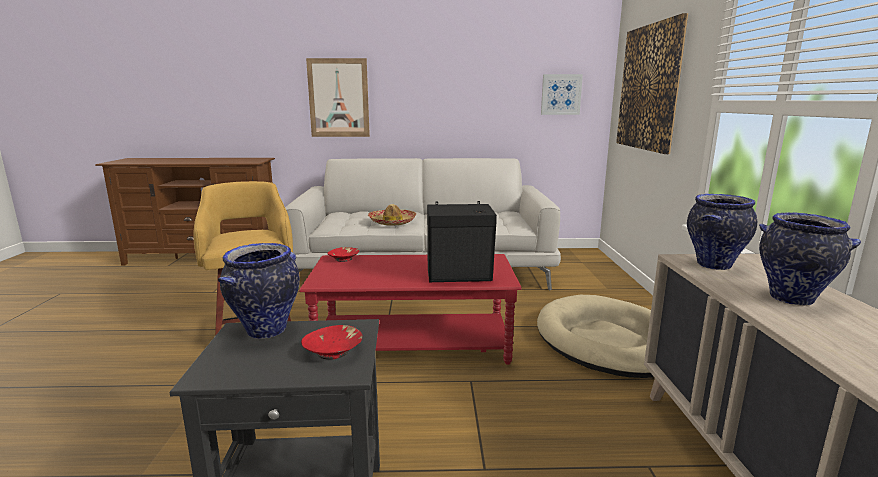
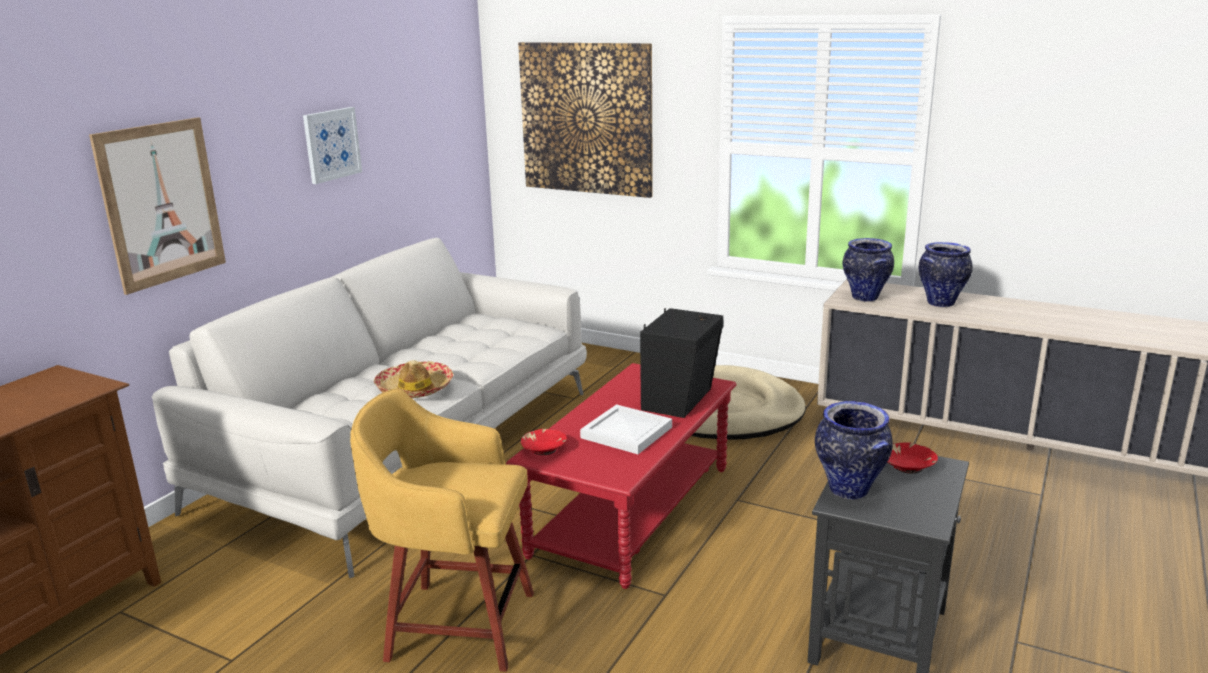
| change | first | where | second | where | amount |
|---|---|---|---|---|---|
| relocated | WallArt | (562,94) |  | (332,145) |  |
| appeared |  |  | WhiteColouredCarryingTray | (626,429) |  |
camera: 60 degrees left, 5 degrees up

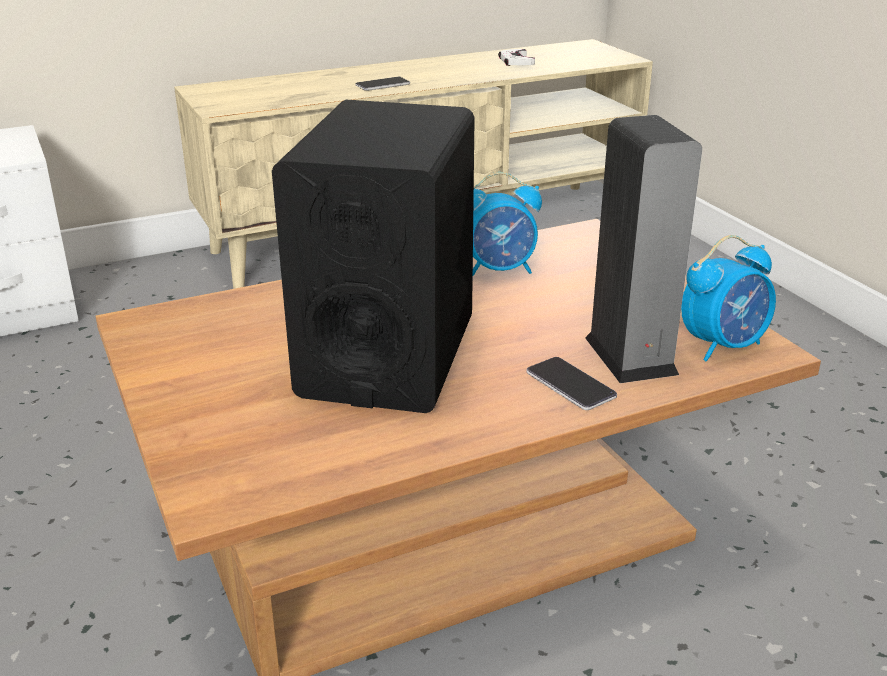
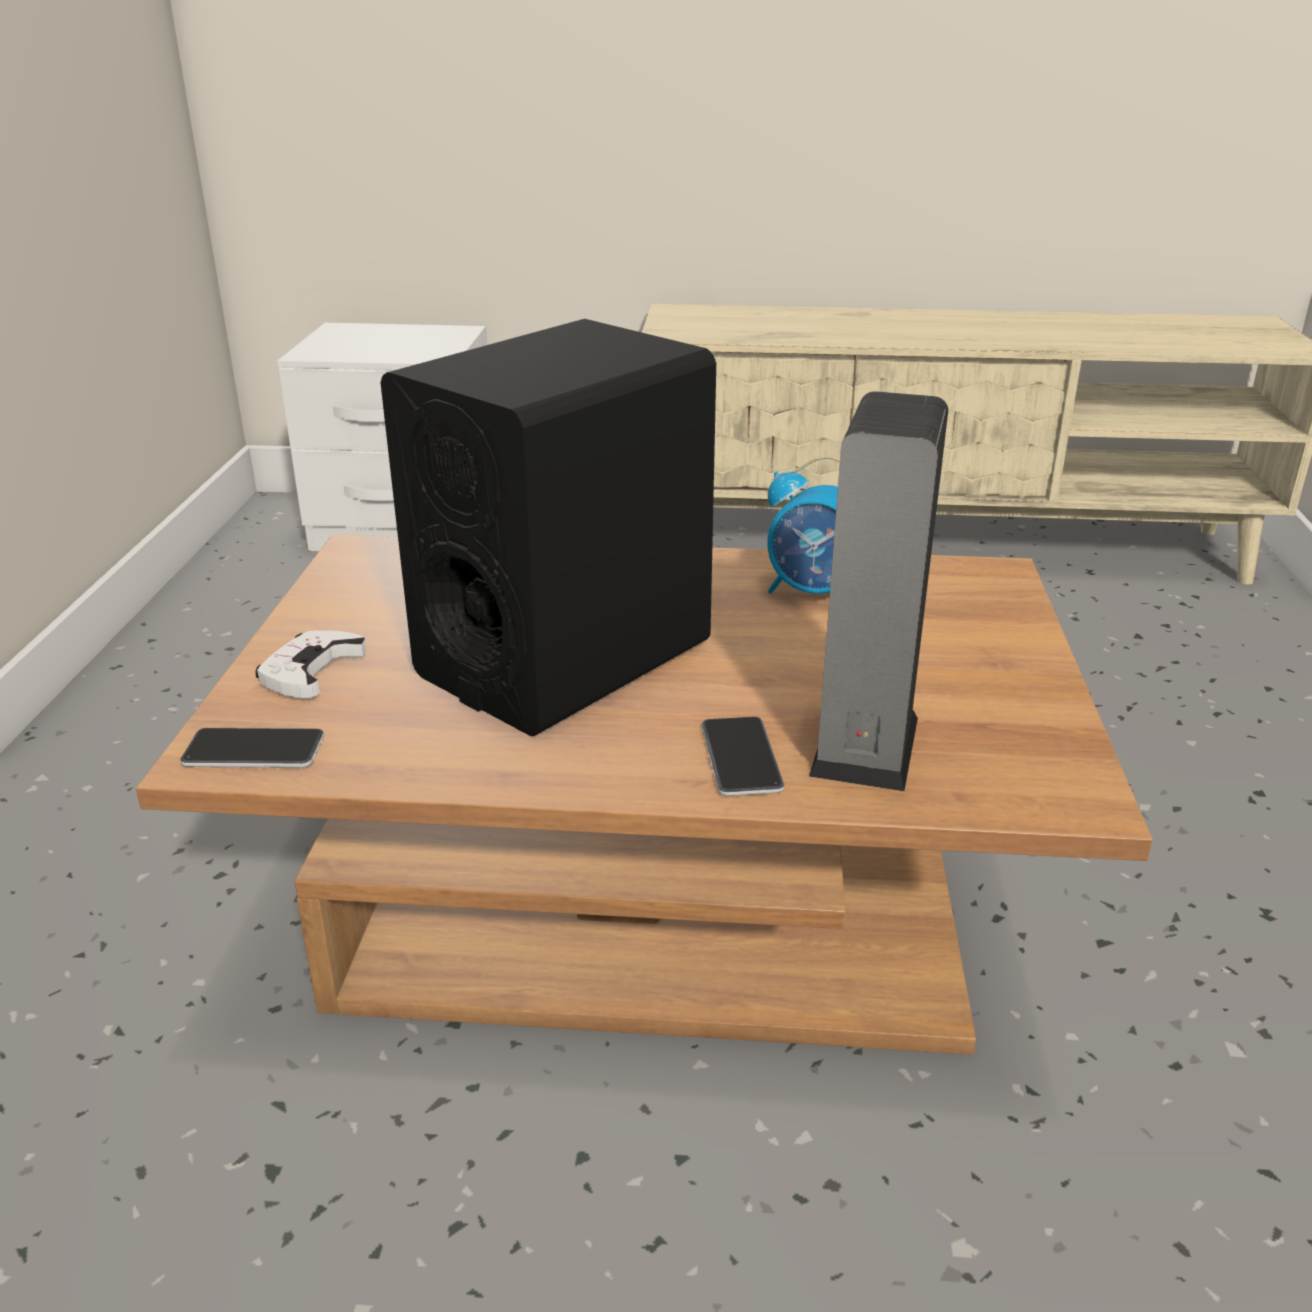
| change | first | where | second | where | amount |
|---|---|---|---|---|---|
| relocated | Phone | (383,84) |  | (252,748) |  |
| relocated | WhiteColouredGamepad | (516,57) |  | (311,664) |  |
| missing | AlarmClock | (728,298) |  |  |  |
camera: 30 degrees right, 0 degrees up

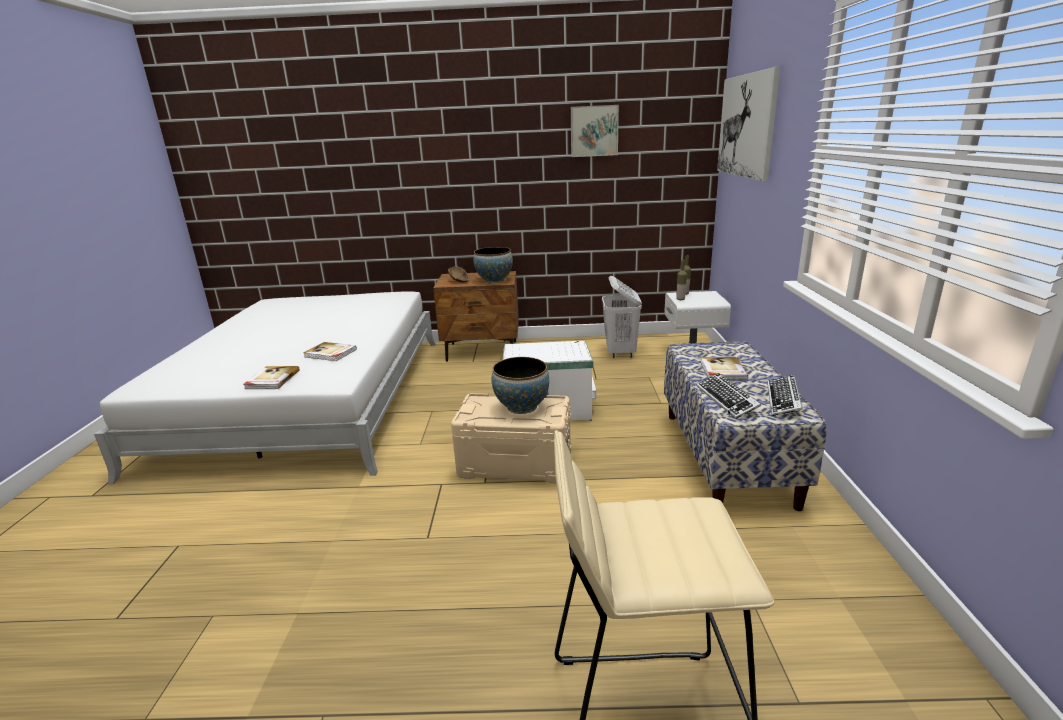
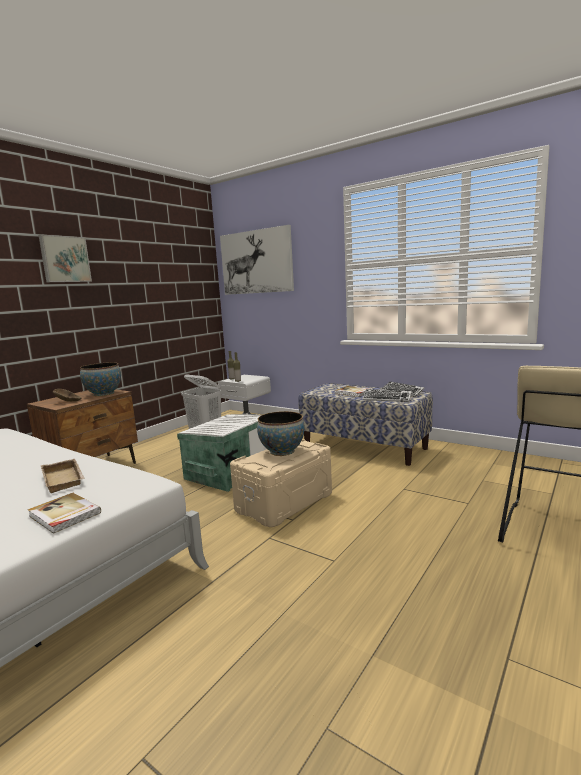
| change | first | where | second | where | amount |
|---|---|---|---|---|---|
| relocated | WallArt | (595,131) |  | (65,258) |  |
| exchanged | Volume | (330,351) | SandColouredCarryingTray | (63,476) |  |
camera: 55 degrees left, 10 degrees down

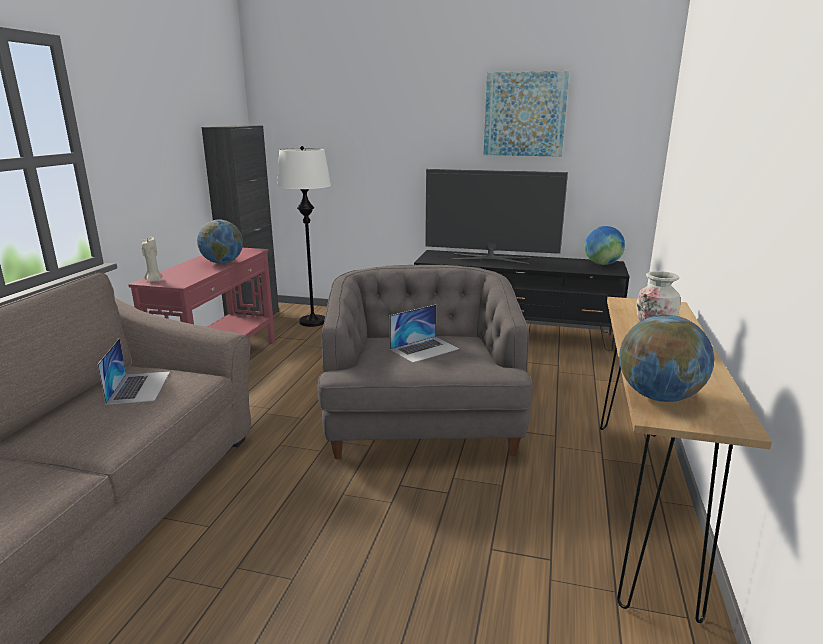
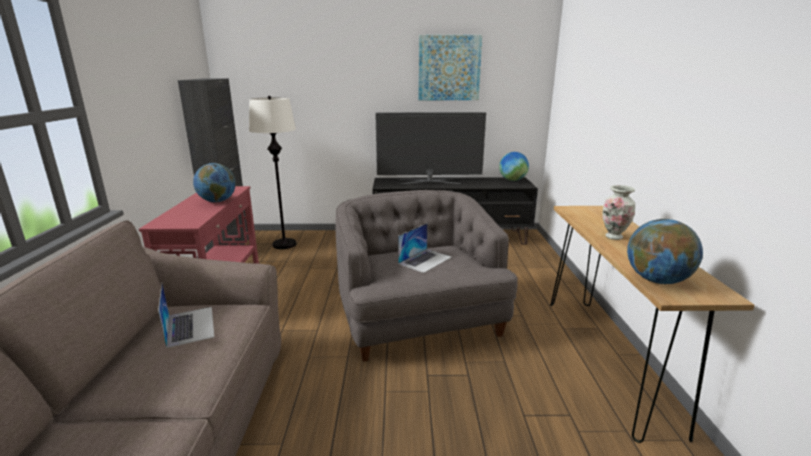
| change | first | where | second | where | amount |
|---|---|---|---|---|---|
| missing | SandColouredWaxLight | (152,259) |  |  |  |
camera: 15 degrees left, 0 degrees up

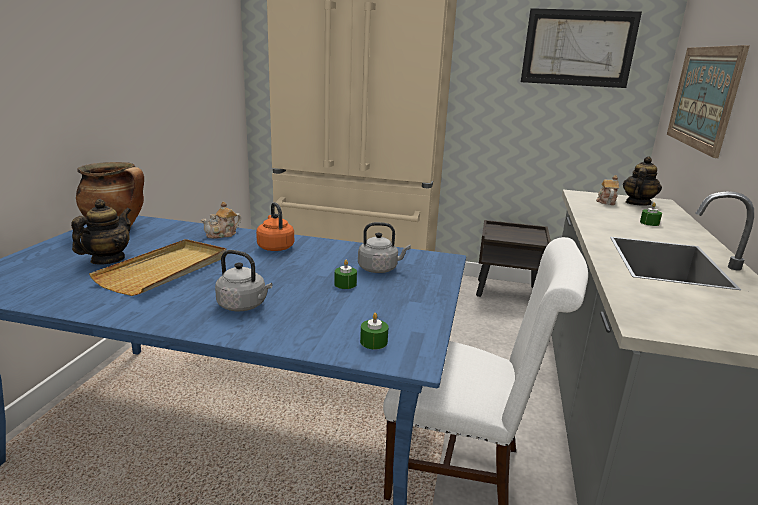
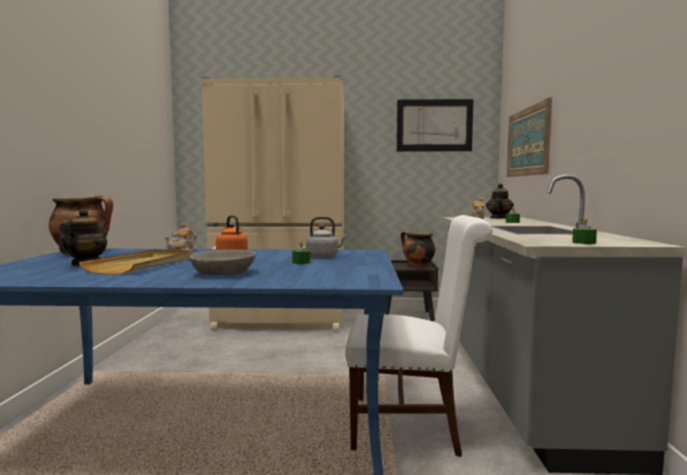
| change | first | where | second | where | amount |
|---|---|---|---|---|---|
| exchanged | GreyishWaterKettle | (243,280) | GreyishDeepDish | (222,262) |  |
| appeared |  |  | Stockpot | (418,249) |  |
| relocated | GreenColouredWaxLight | (374,331) |  | (584,231) |  |
camera: 10 degrees left, 15 degrees down

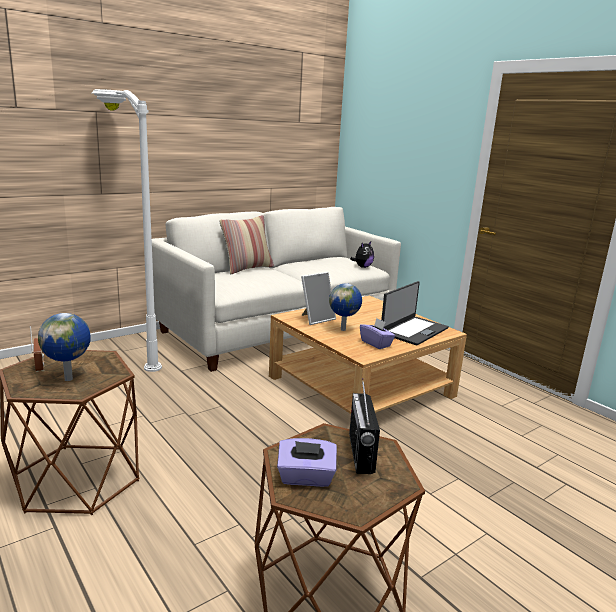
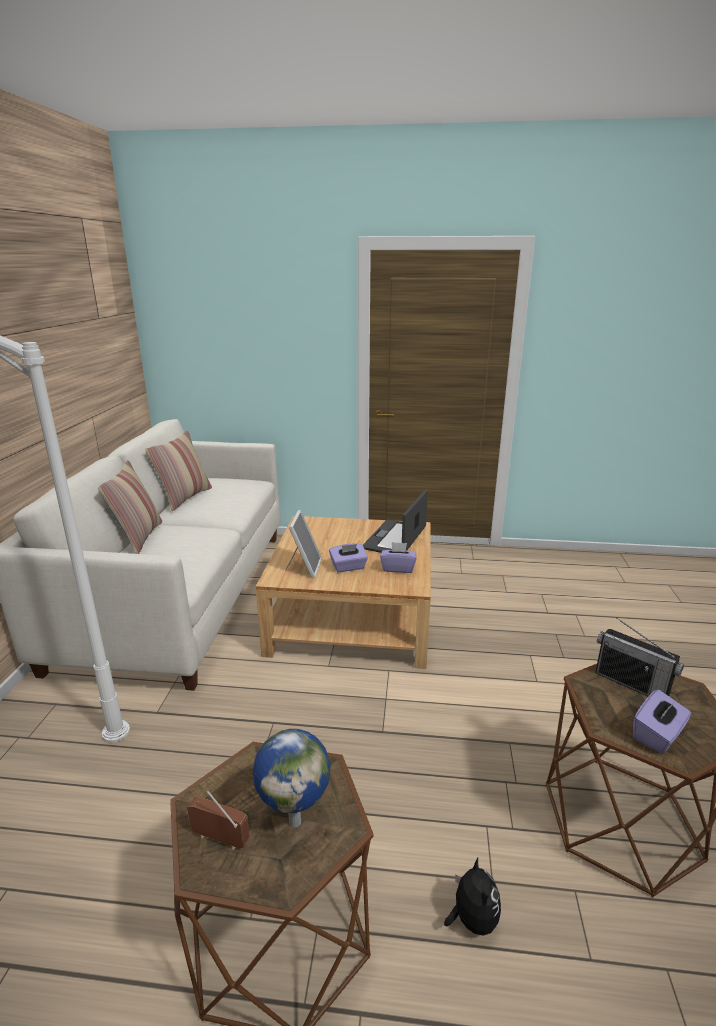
| change | first | where | second | where | amount |
|---|---|---|---|---|---|
| appeared |  |  | Cushion | (178,471) |  |
| exchanged | WorldGlobe | (345,307) | PurpleTissueBox | (348,558) |  |
| spun | PortableComputer | (415,313) |  | (395,521) | 150 degrees counterclockwise |
| relocated | PlushToy | (362,255) |  | (472,897) |  |
camera: 45 degrees left, 5 degrees up

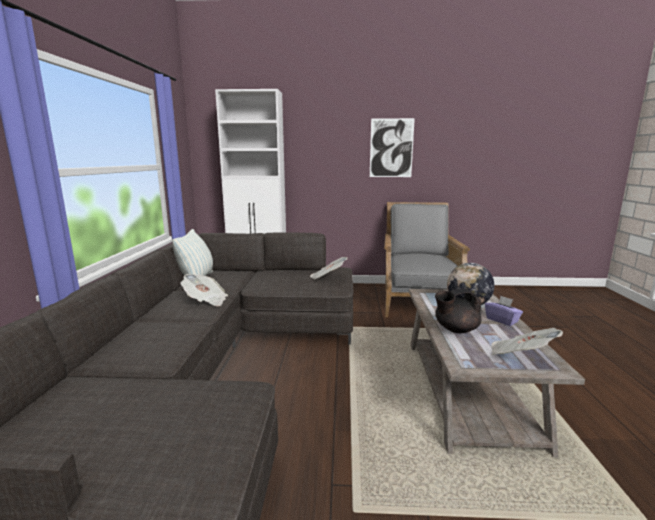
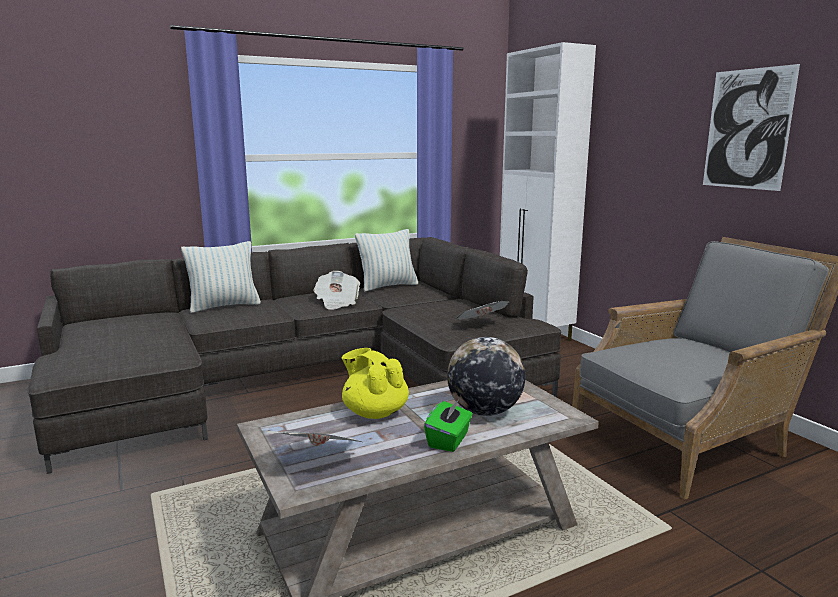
| change | first | where | second | where | amount |
|---|---|---|---|---|---|
| appeared |  |  | Cushion | (221,277) |  |
| colour | BlackPotForTea | (458,311) | YellowishPotForTea | (375,383) |  |
| colour | PurpleTissueBox | (504,311) | GreenColouredTissueBox | (448,425) |  |
camera: 60 degrees right, 0 degrees up

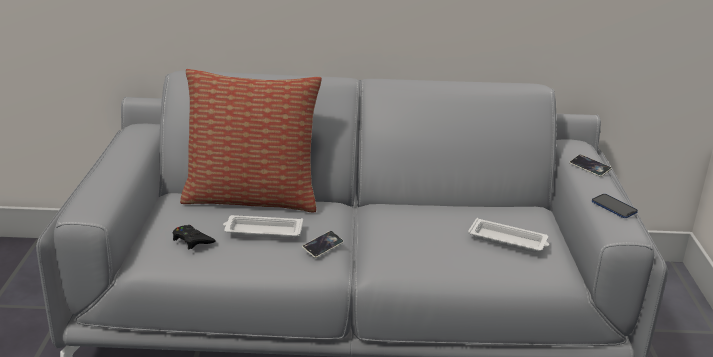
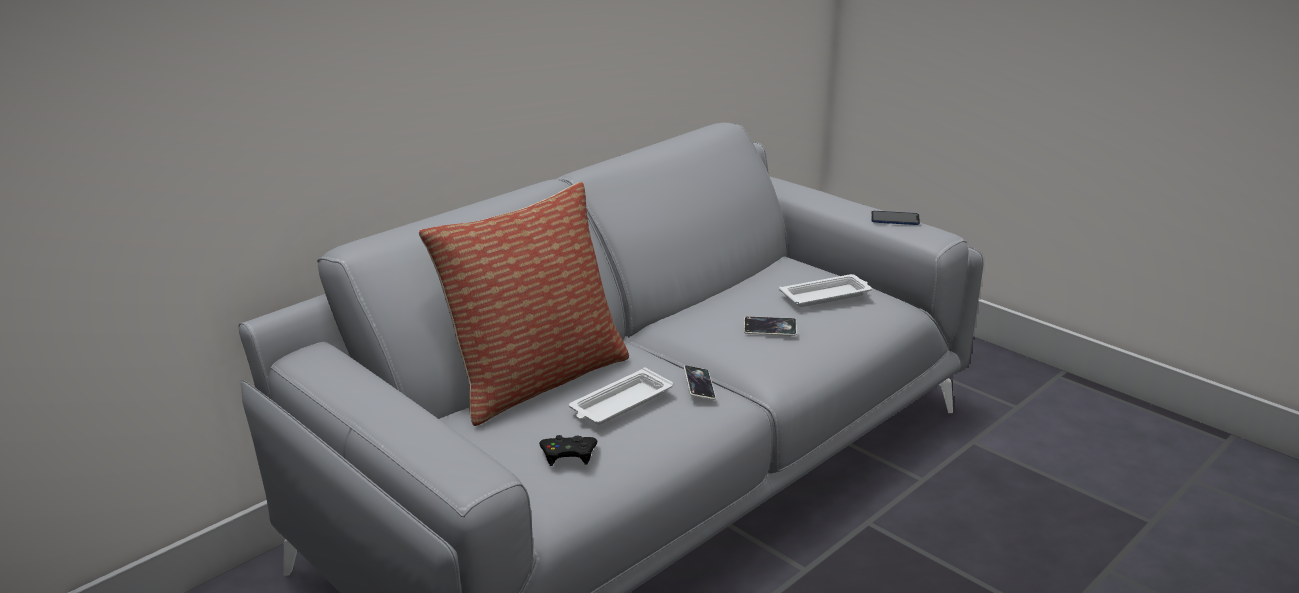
| change | first | where | second | where | amount |
|---|---|---|---|---|---|
| relocated | Phone | (590,165) |  | (770,326) |  |
camera: 45 degrees left, 0 degrees up

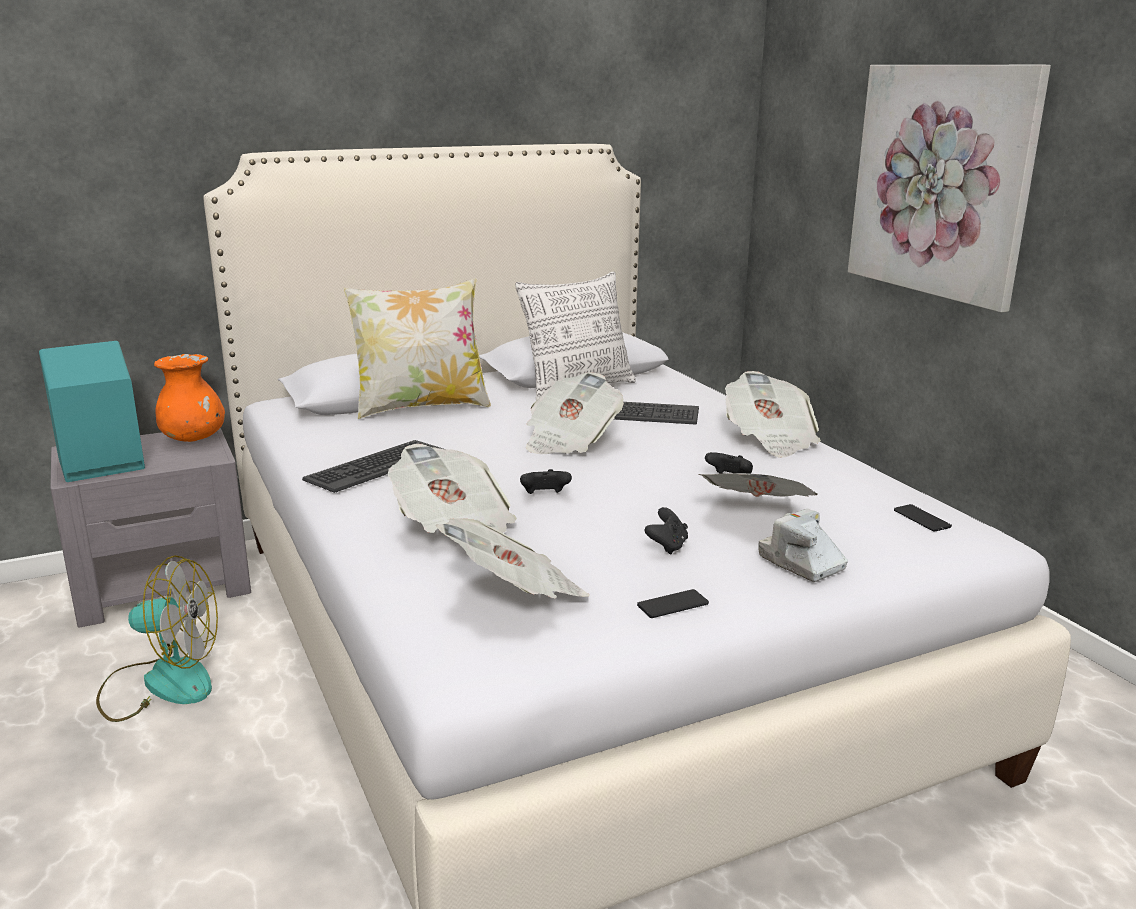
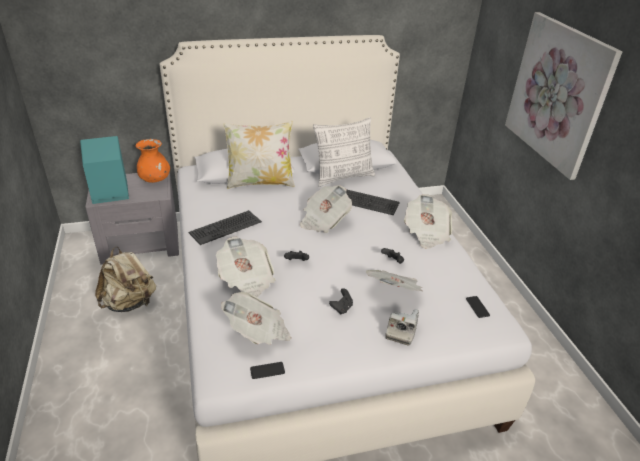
| change | first | where | second | where | amount |
|---|---|---|---|---|---|
| exchanged | CoolingFan | (157,638) | SandColouredBackpack | (125,279) |  |
| relocated | Phone | (673,603) |  | (267,370) |  |
| spun | PhotoCamera | (803,545) |  | (402,327) | 135 degrees counterclockwise |
camera: 10 degrees right, 15 degrees up

